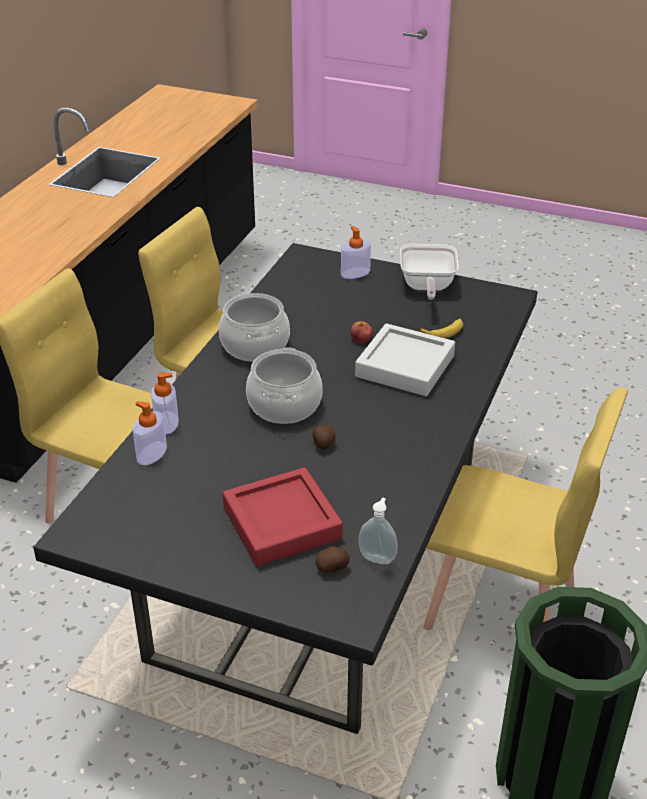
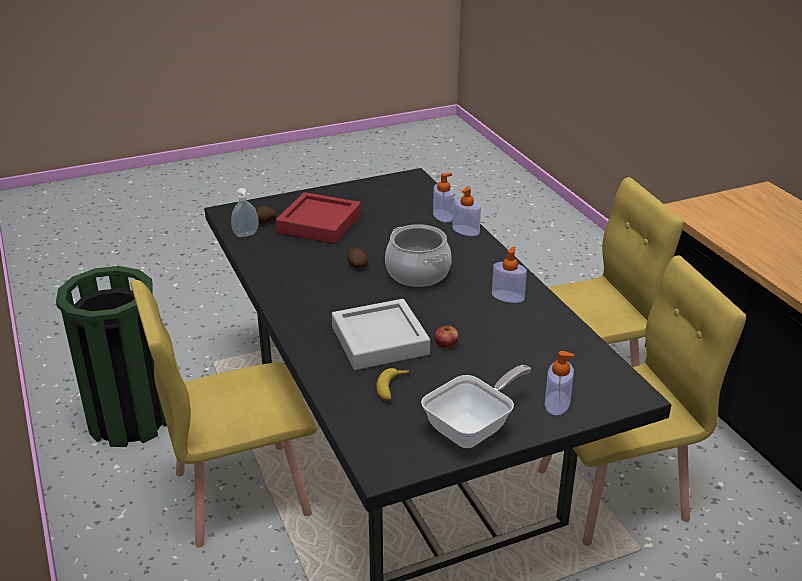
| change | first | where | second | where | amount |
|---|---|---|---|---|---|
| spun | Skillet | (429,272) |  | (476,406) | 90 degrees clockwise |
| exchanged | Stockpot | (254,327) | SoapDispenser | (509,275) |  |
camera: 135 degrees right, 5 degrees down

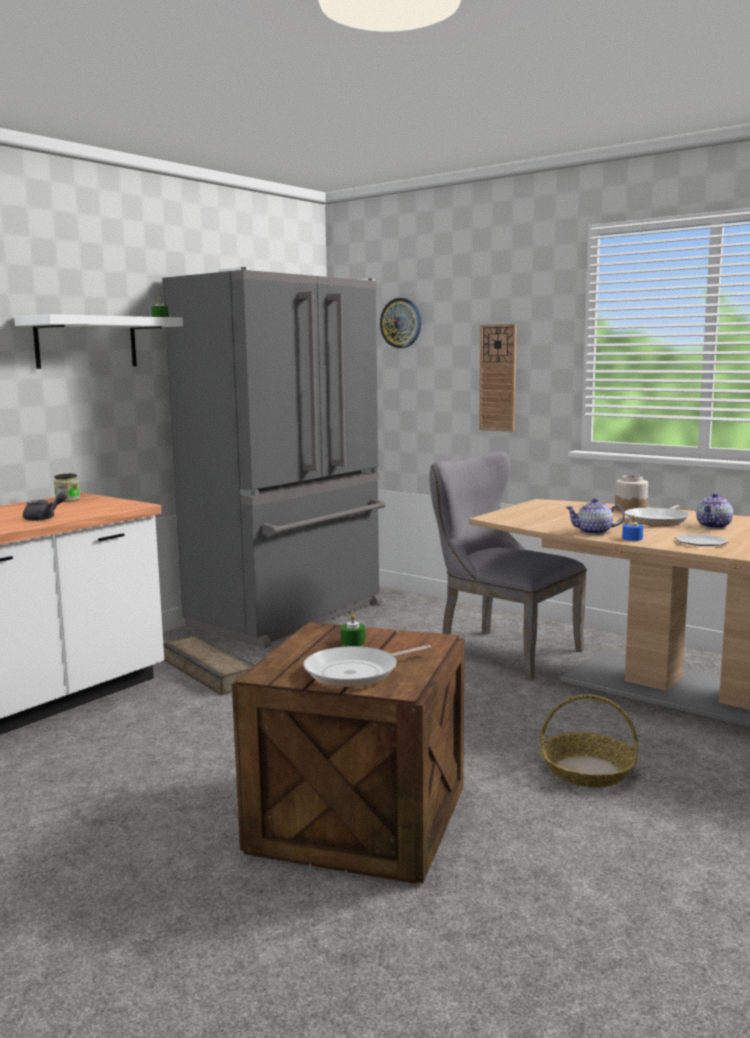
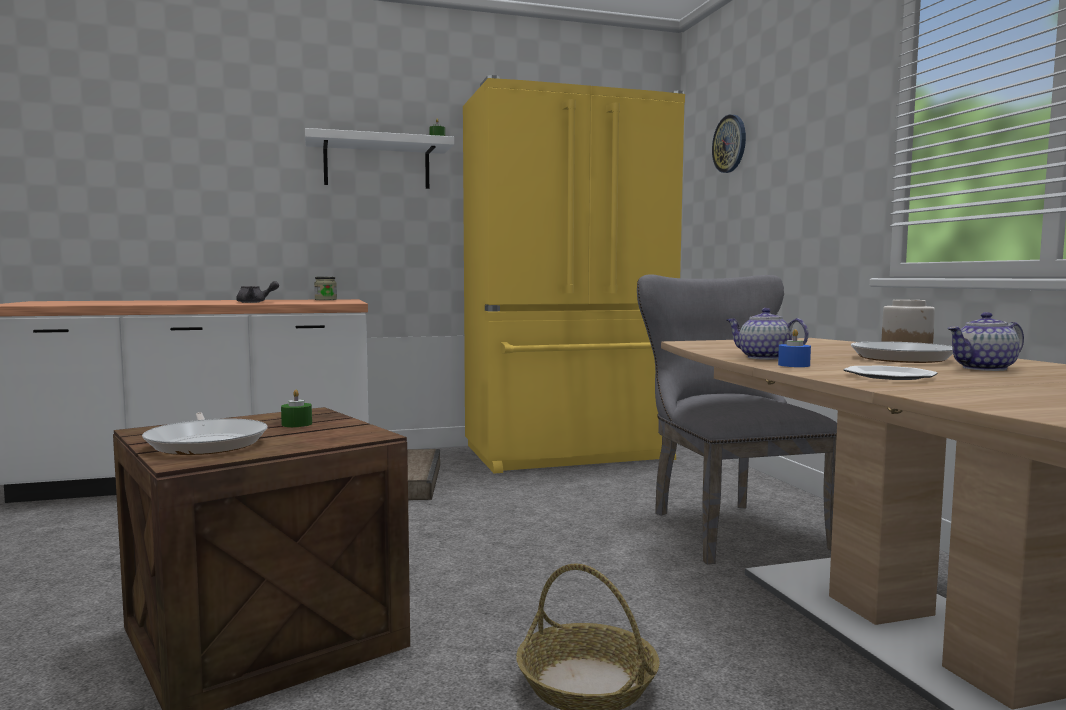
| change | first | where | second | where | amount |
|---|---|---|---|---|---|
| spun | Skillet | (367,666) |  | (205,433) | 120 degrees counterclockwise |
| colour | GreyishFridge | (274,457) | YellowishFridge | (574,274) |  |
| missing | ClockOnTheWall | (498,378) |  |  |  |
camera: 35 degrees right, 5 degrees down

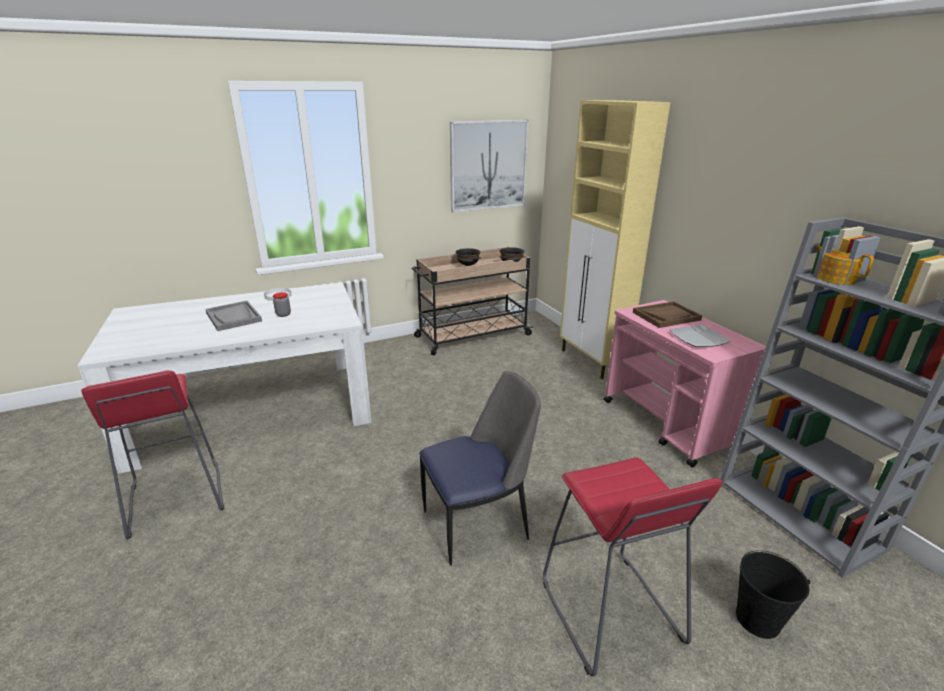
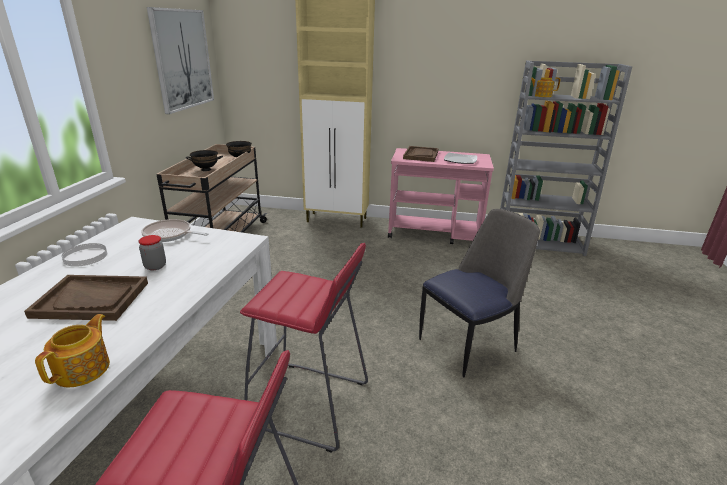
| change | first | where | second | where | amount |
|---|---|---|---|---|---|
| colour | GreyishCarryingTray | (233,316) | BrownColouredCarryingTray | (86,298) |  |
| appeared |  |  | PotForTea | (72,350) |  |
| appeared |  |  | Skillet | (175,230) |  |
| relocated | RedSittingStool | (632,567) |  | (304,348) |  |
| spun | PlainChair | (480,468) |  | (479,293) | 45 degrees clockwise |
| missing | BlackWaterBucket | (773,594) |  |  |  |
camera: 55 degrees left, 0 degrees up

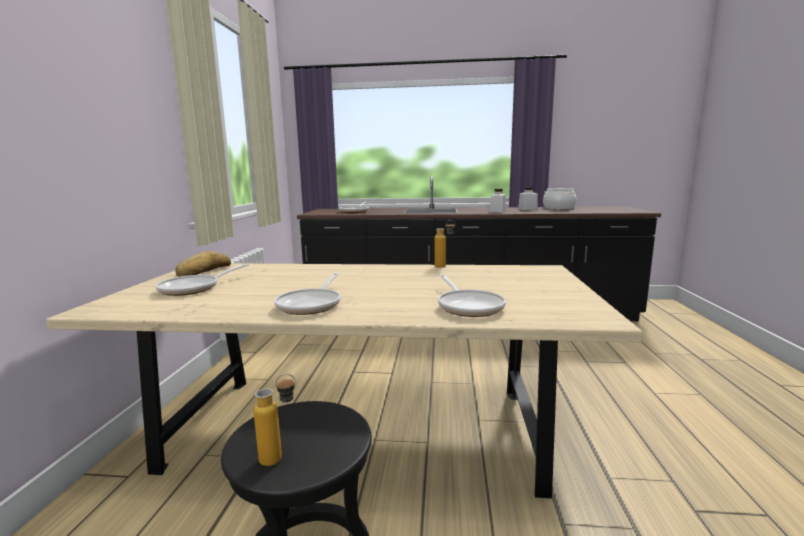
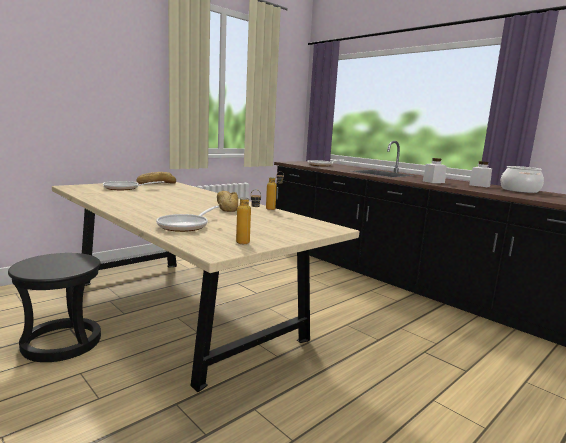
| change | first | where | second | where | amount |
|---|---|---|---|---|---|
| appeared |  |  | Bread | (227,201) |  |
| relocated | Bottle | (274,420) |  | (248,216) |  |
| missing | Skillet | (307,293) |  |  |  |
camera: 40 degrees right, 0 degrees up

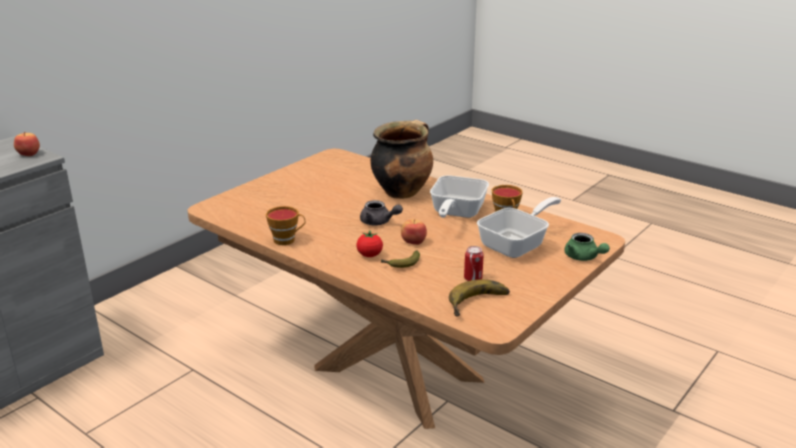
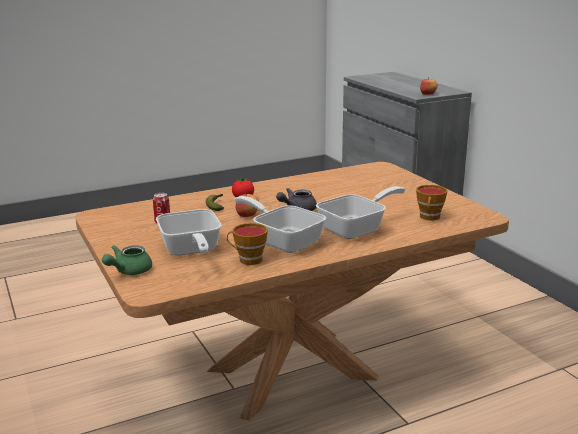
| change | first | where | second | where | amount |
|---|---|---|---|---|---|
| spun | GreenColouredPotForTea | (587,247) |  | (127,260) | 45 degrees counterclockwise |
| exchanged | Stockpot | (401,159) | Skillet | (360,212) |  |
| relocated | DrinkingCup | (285,225) |  | (432,202) |  |
| missing | Banana | (479,298) |  |  |  |
camera: 115 degrees right, 5 degrees down

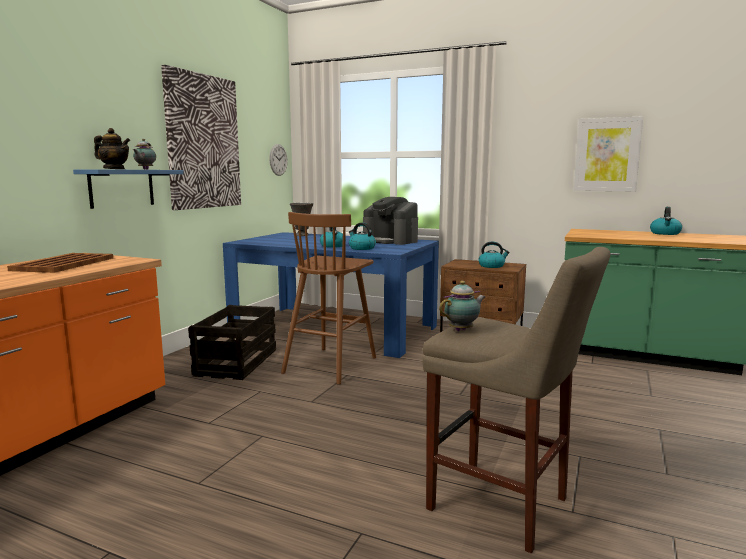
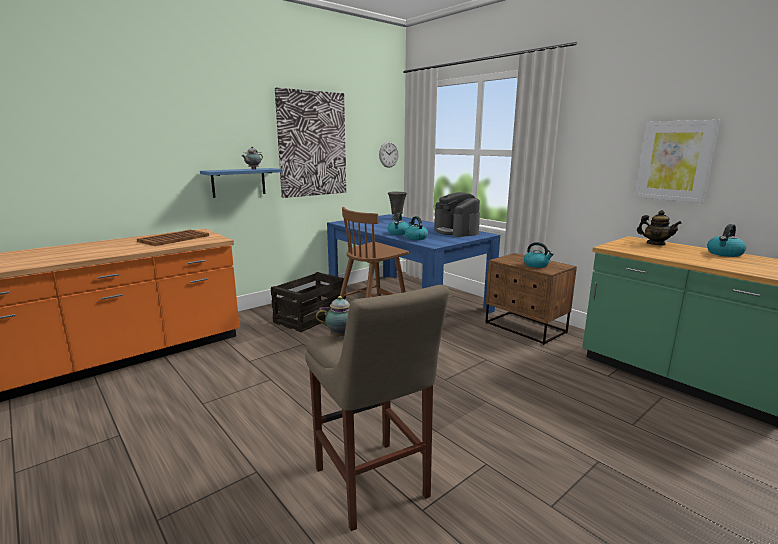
| change | first | where | second | where | amount |
|---|---|---|---|---|---|
| relocated | PotForTea | (112,148) |  | (659,227) |  |
camera: 25 degrees right, 5 degrees up

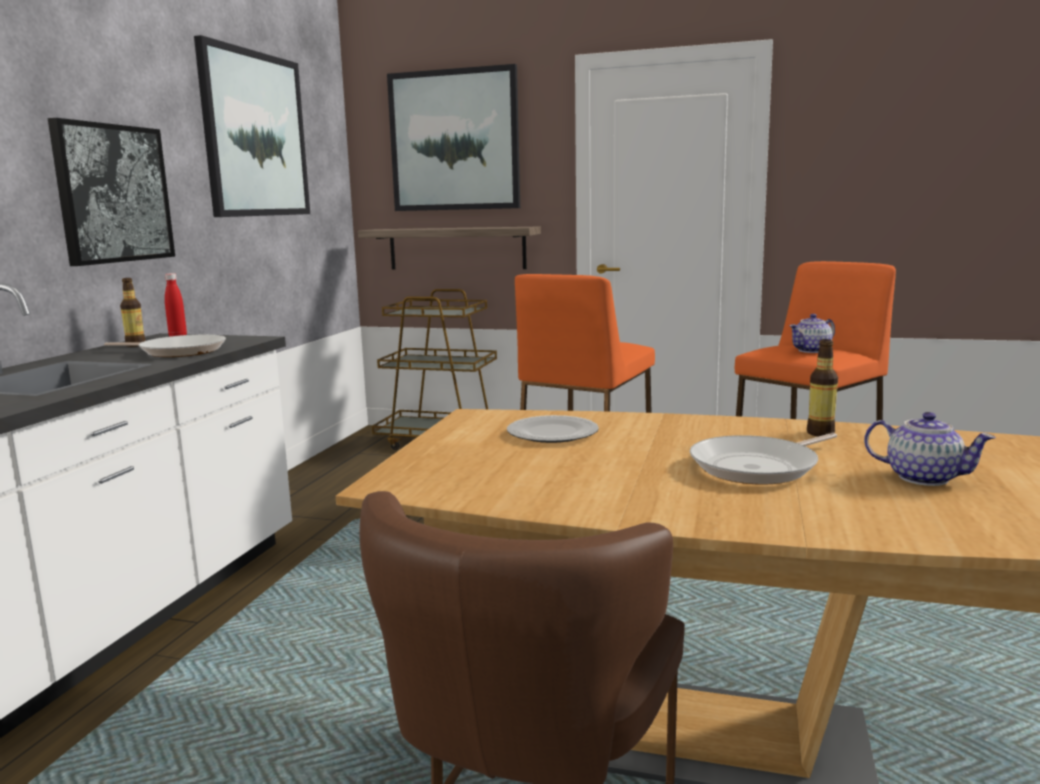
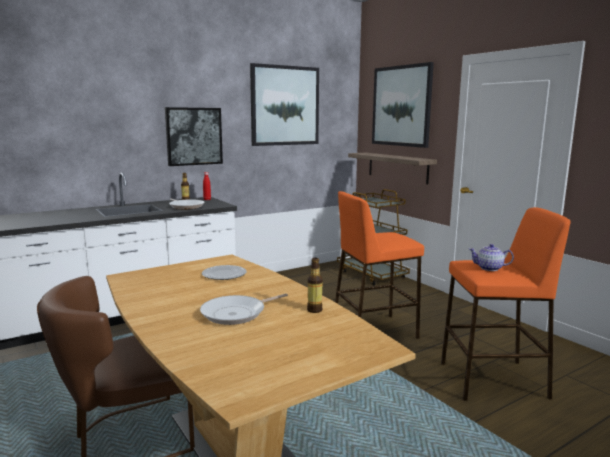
| change | first | where | second | where | amount |
|---|---|---|---|---|---|
| spun | Skillet | (763,459) |  | (244,309) | 45 degrees counterclockwise |
| missing | PotForTea | (930,449) |  |  |  |
camera: 40 degrees right, 0 degrees up

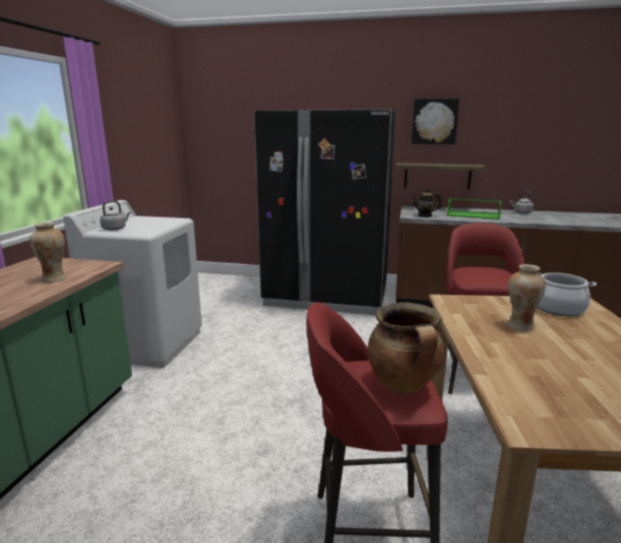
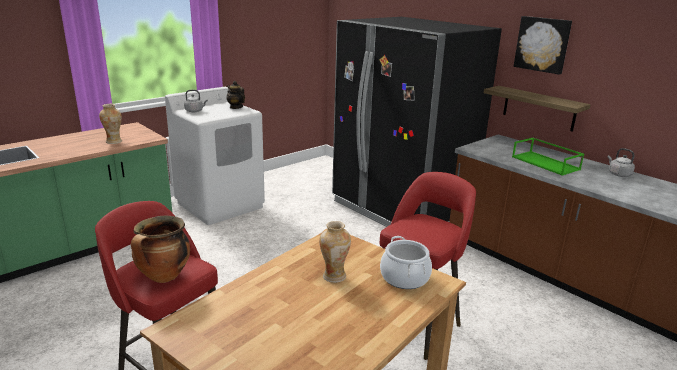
| change | first | where | second | where | amount |
|---|---|---|---|---|---|
| relocated | PotForTea | (426,202) |  | (235,95) |  |
camera: 35 degrees right, 5 degrees up

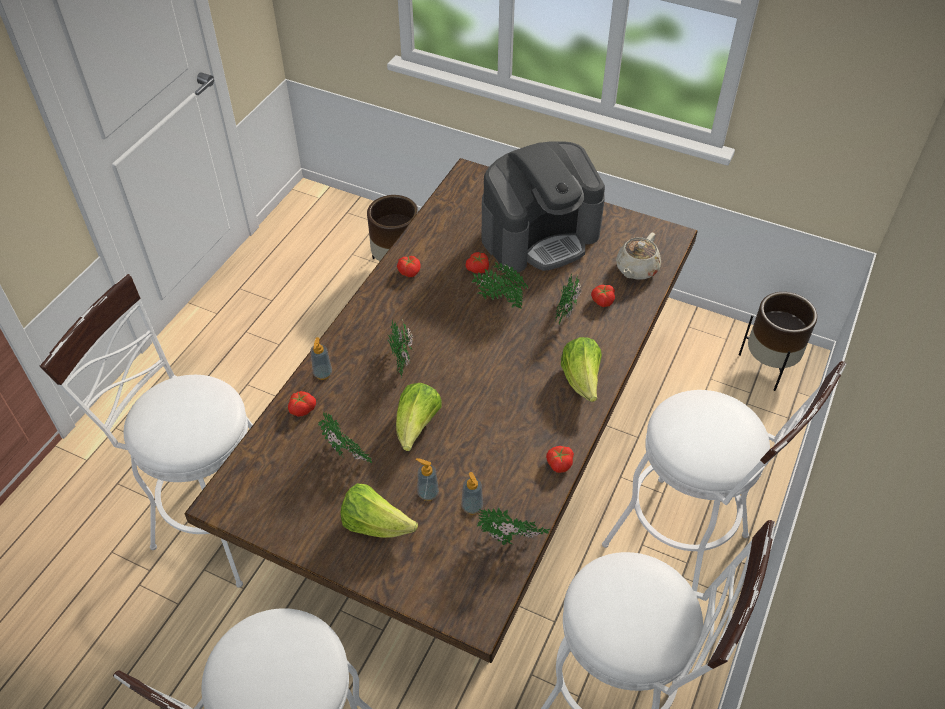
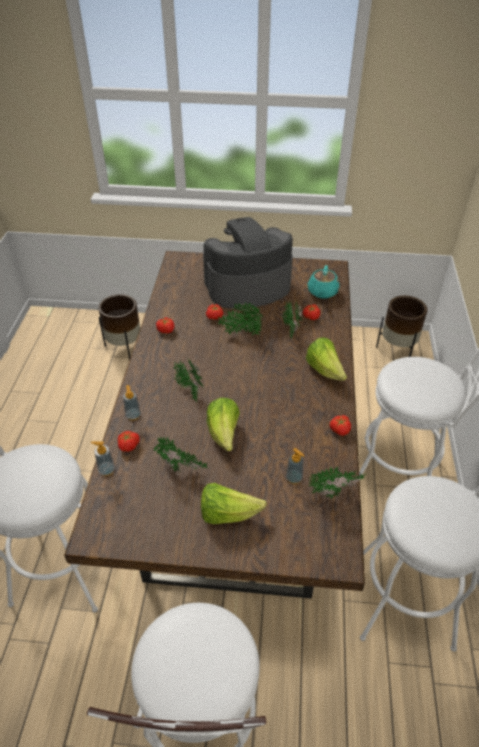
| change | first | where | second | where | amount |
|---|---|---|---|---|---|
| relocated | SoapDispenser | (427,479) |  | (103,458) |  |
| spun | CoffeeMachine | (543,206) |  | (248,263) | 150 degrees counterclockwise |
| colour | SandColouredPotForTea | (638,256) | BlueGreenPotForTea | (323,282) |  |
camera: 20 degrees left, 5 degrees down

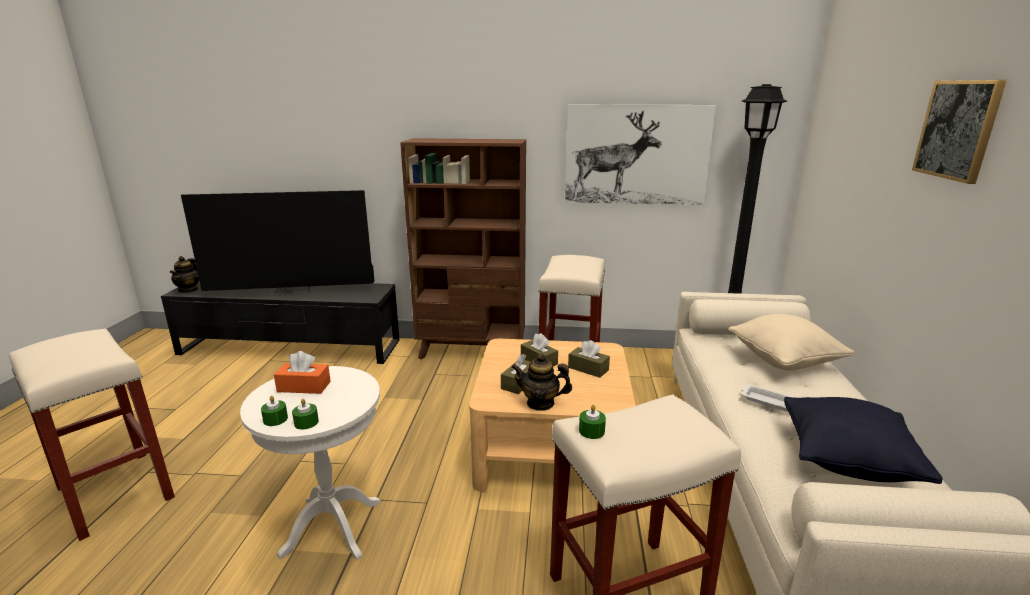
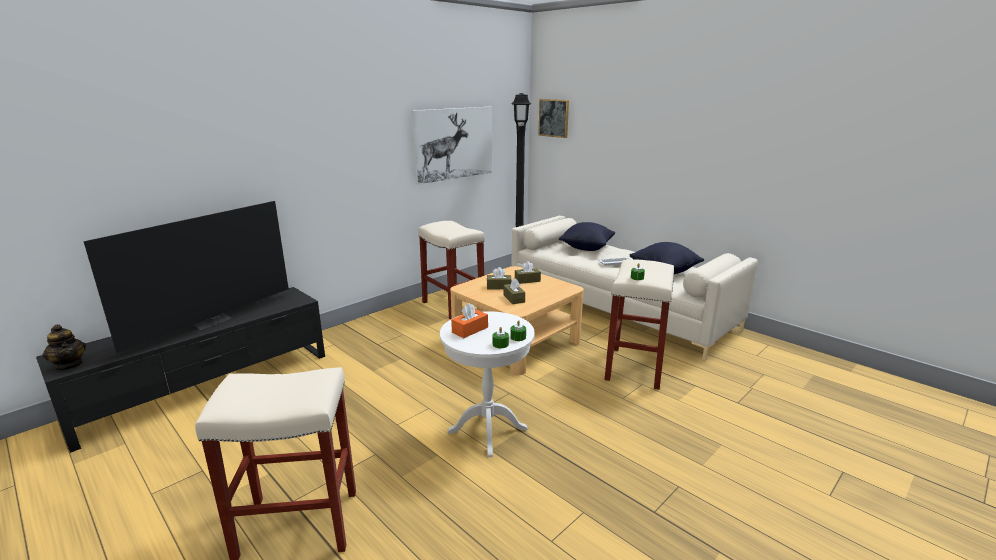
| change | first | where | second | where | amount |
|---|---|---|---|---|---|
| relocated | WallArt | (959,132) |  | (553,118) |  |
| colour | SandColouredCushion | (791,342) | BlackCushion | (587,236) |  |
| missing | BrownColouredShelvingUnit | (463,248) |  |  |  |
| missing | PotForTea | (541,382) |  |  |  |
camera: 50 degrees left, 0 degrees up

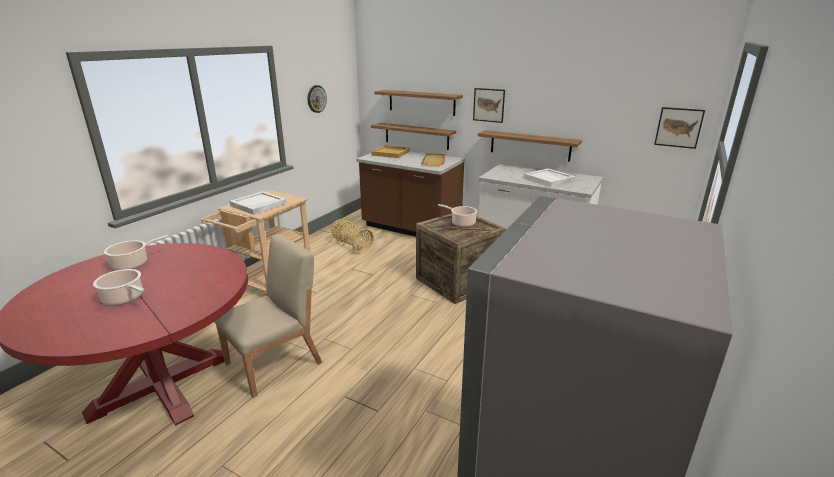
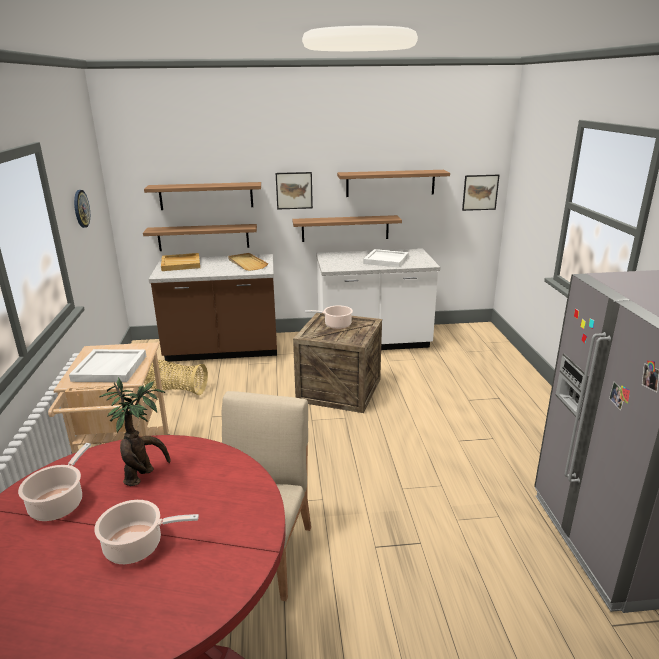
| change | first | where | second | where | amount |
|---|---|---|---|---|---|
| appeared |  |  | PottedPlant | (135,431) |  |
| appeared |  |  | Shelf | (393,183) |  |
camera: 35 degrees left, 0 degrees up

